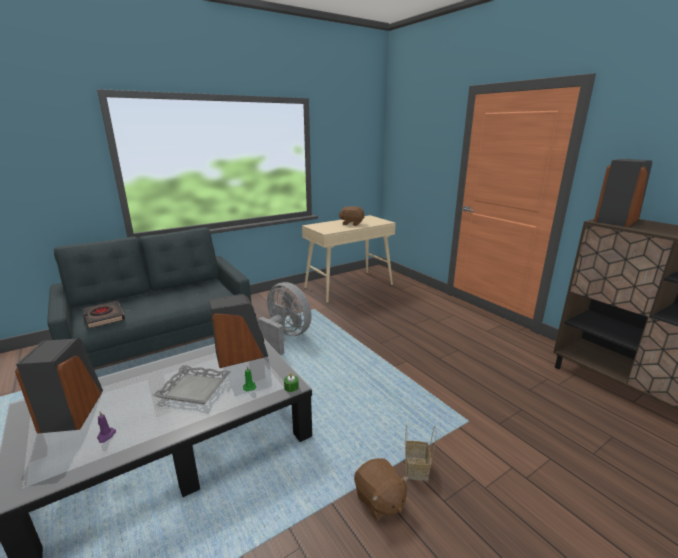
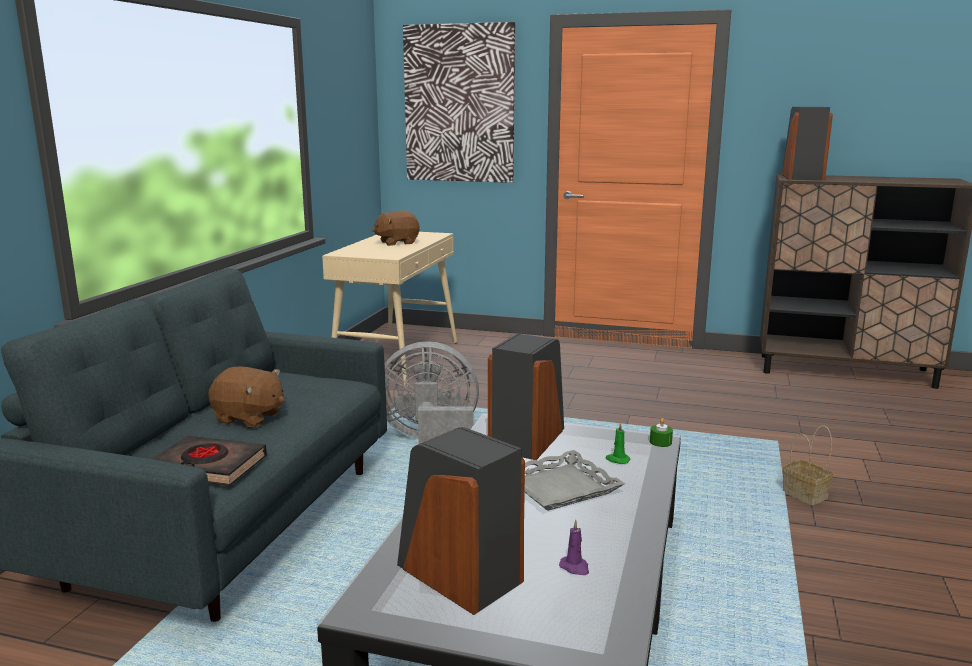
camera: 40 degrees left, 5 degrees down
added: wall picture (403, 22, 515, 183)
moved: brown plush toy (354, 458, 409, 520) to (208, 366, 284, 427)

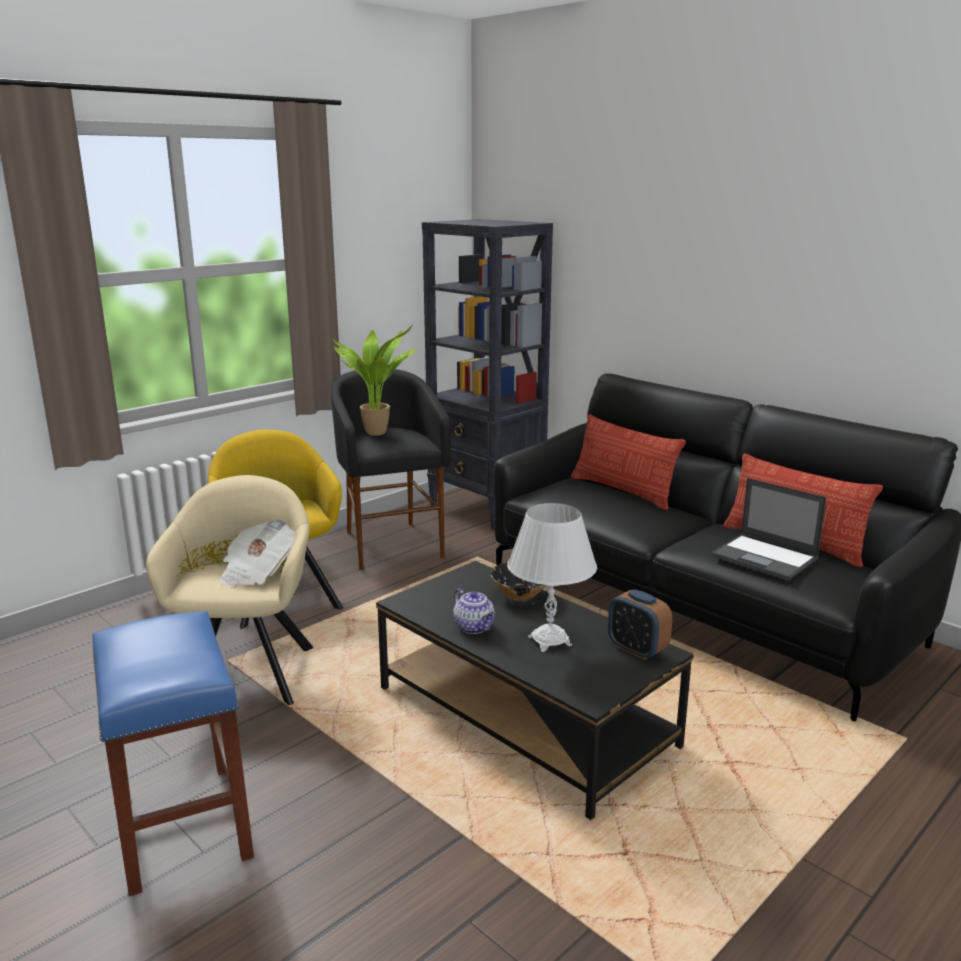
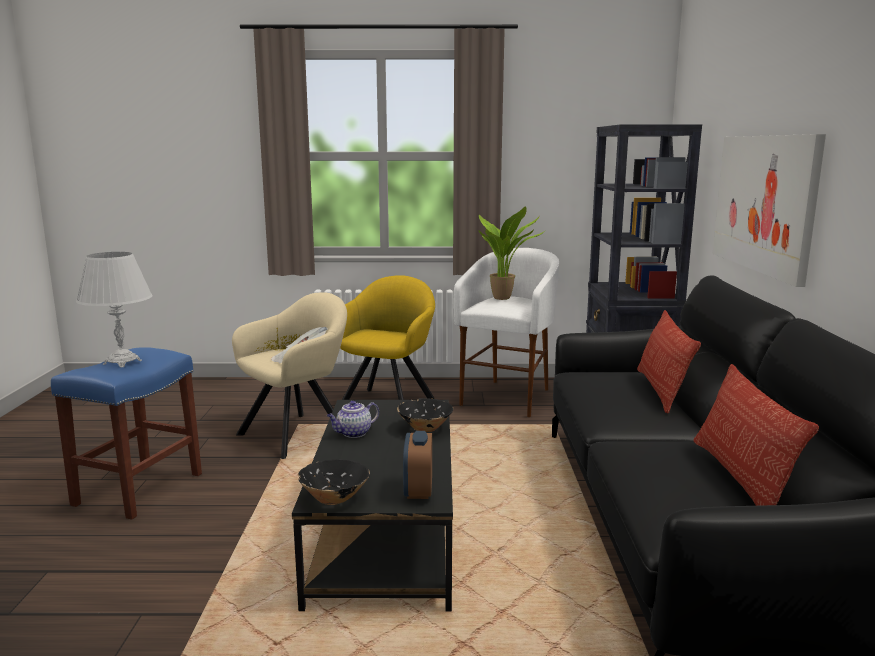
camera: 45 degrees right, 5 degrees down
removed: notebook computer (711, 478, 827, 581)
added: black bowl (298, 459, 370, 505); wall picture (713, 134, 826, 287)
moved: whitish table lamp (507, 503, 597, 652) to (76, 252, 153, 368)
recoloured: black stool (331, 369, 451, 570) to whitish stool (454, 248, 559, 417)
turned: tea pot (453, 589, 495, 634) = (327, 401, 379, 438) 45 degrees clockwise

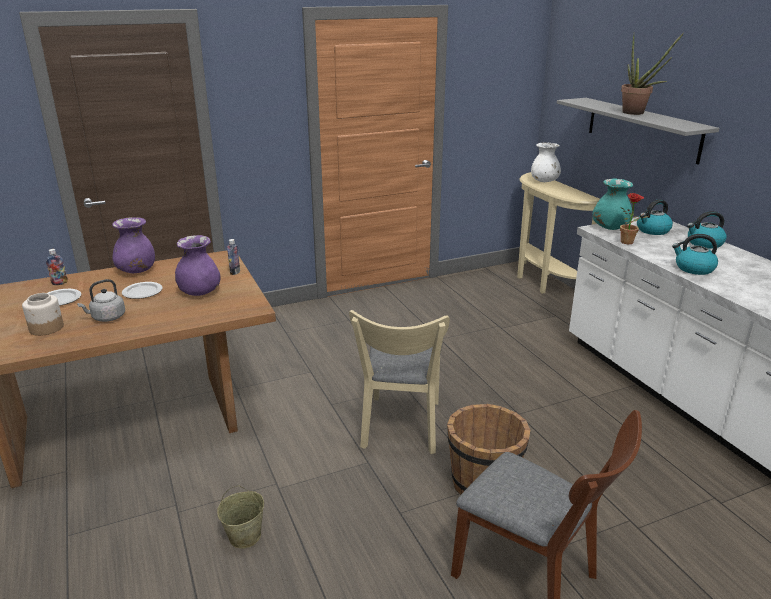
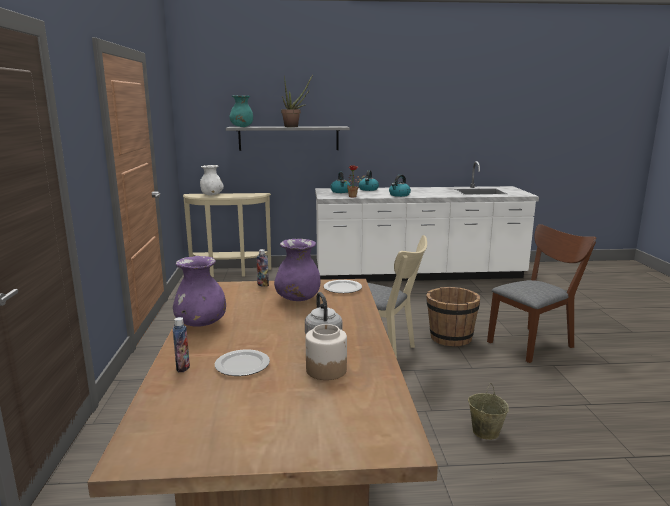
camera: 70 degrees left, 10 degrees down
moved: flat dish (122, 282, 163, 299) to (323, 280, 362, 293); turquoise-coloured vase (592, 179, 633, 230) to (229, 95, 253, 127)

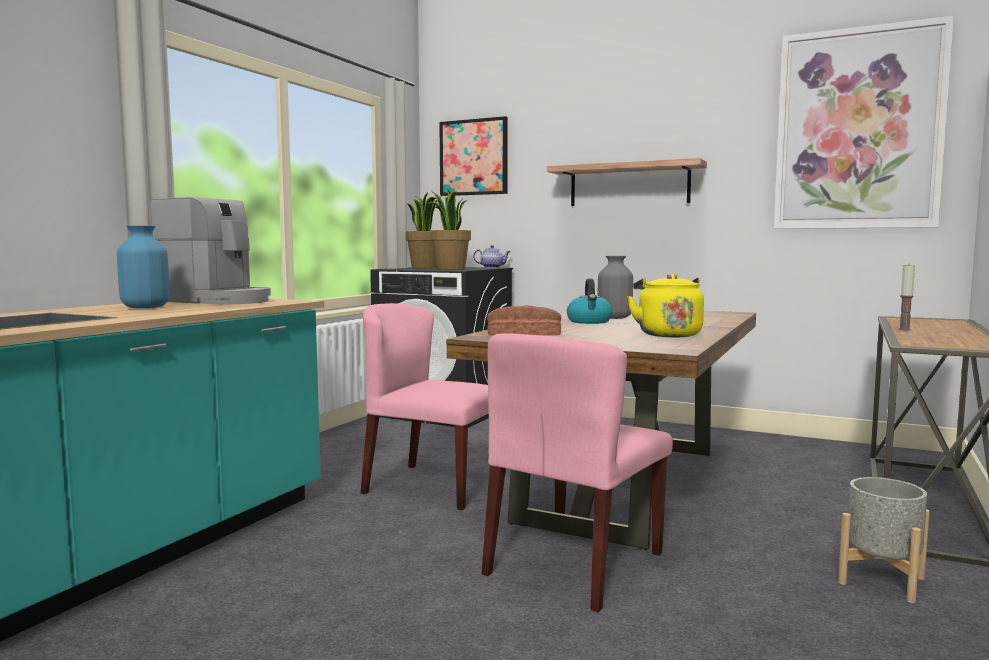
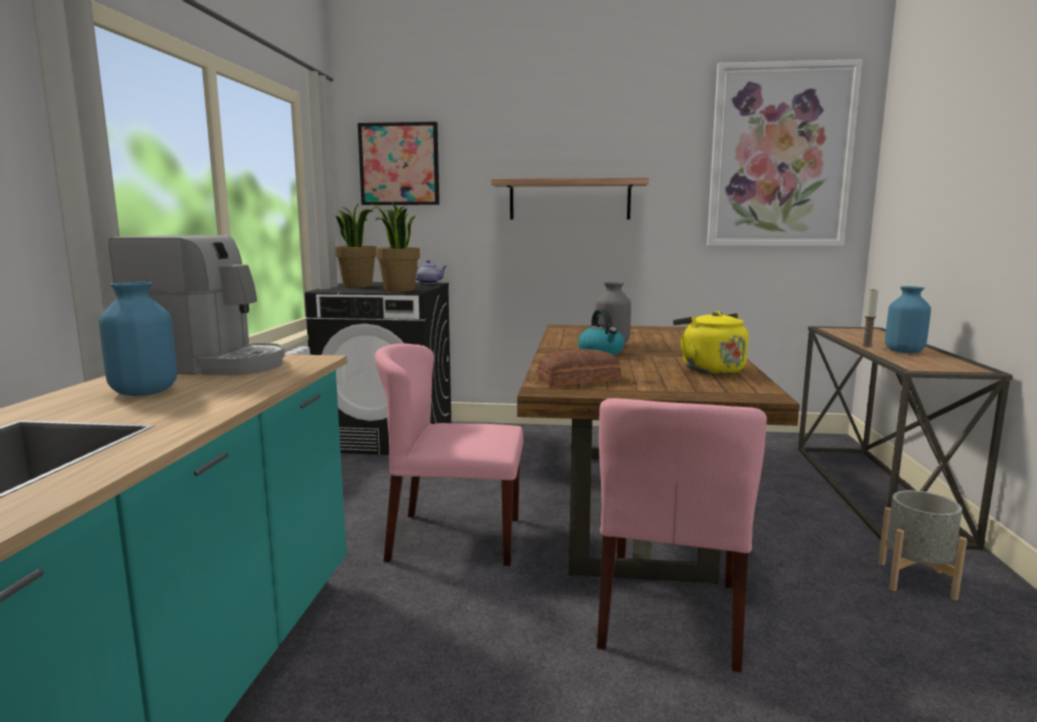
camera: 20 degrees left, 5 degrees up
added: bluish vase (885, 286, 931, 353)

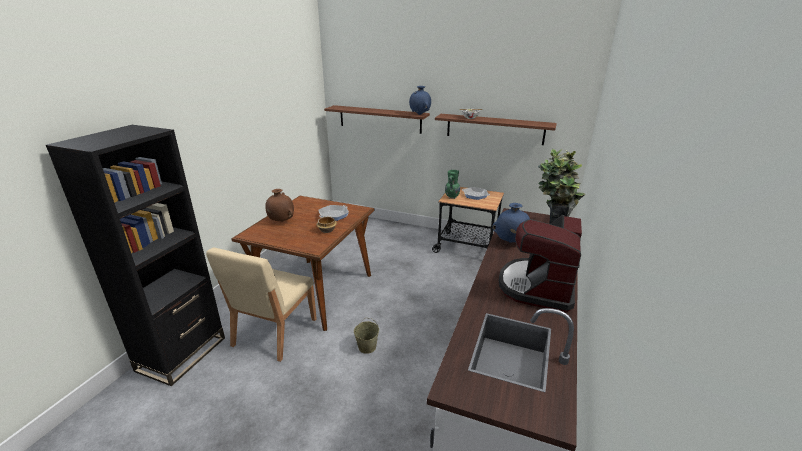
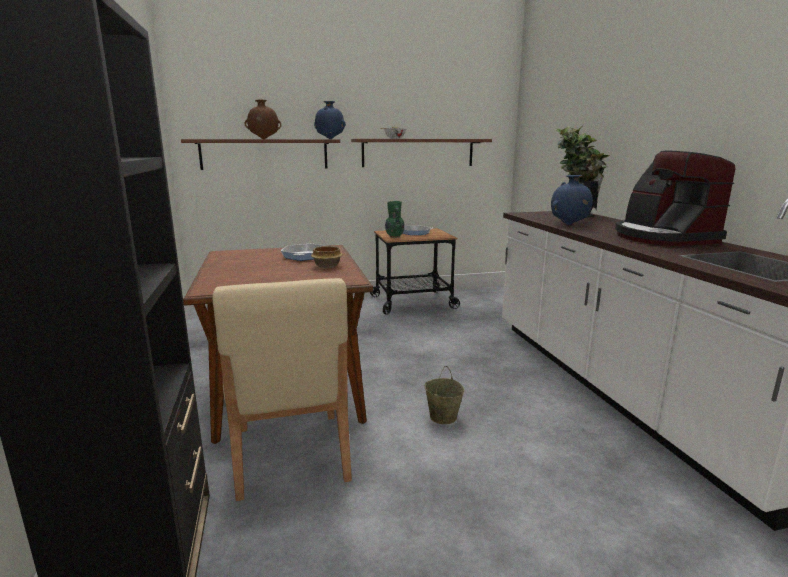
camera: 35 degrees left, 10 degrees down
moved: brown vase (265, 189, 294, 222) to (245, 99, 281, 139)

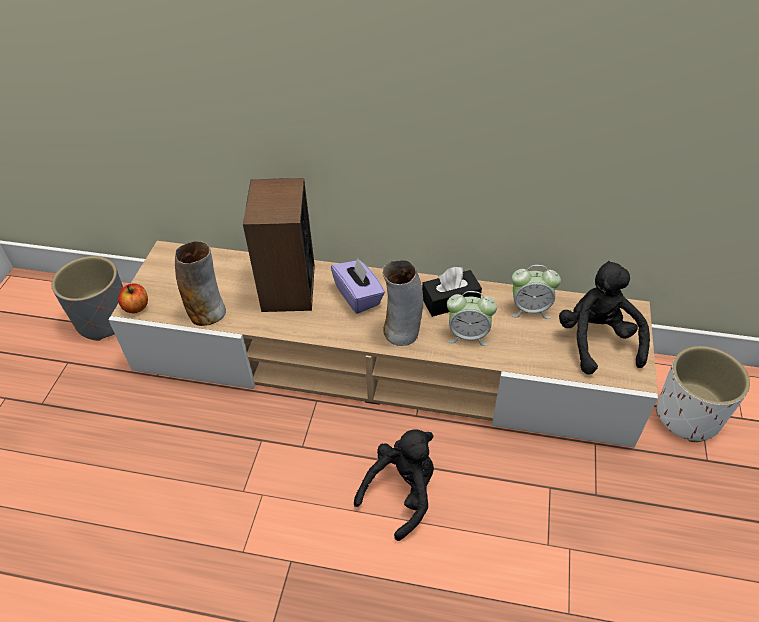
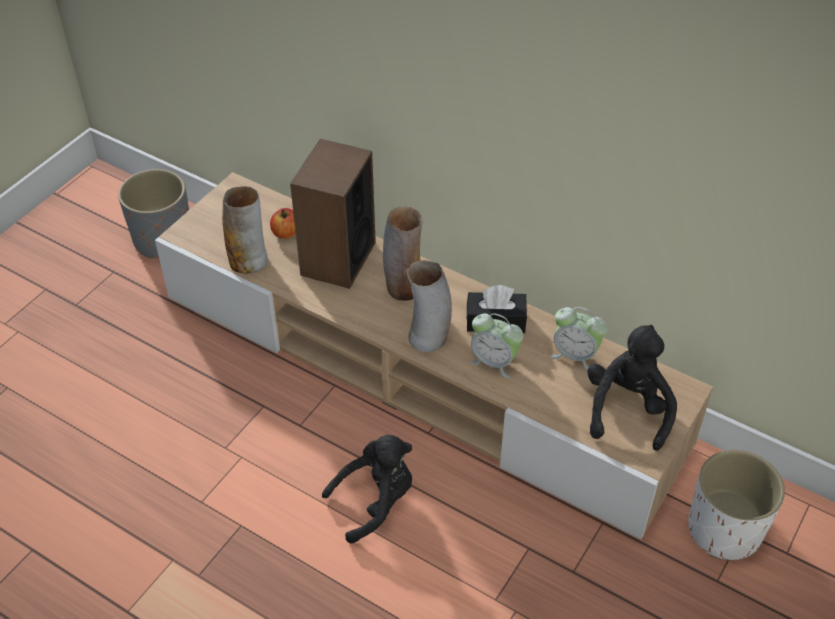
camera: 20 degrees right, 0 degrees up
moved: apple (118, 283, 148, 313) to (270, 208, 296, 239)
replaced: purple-coloured tissue holder (331, 258, 385, 314) to vase (383, 206, 423, 301)

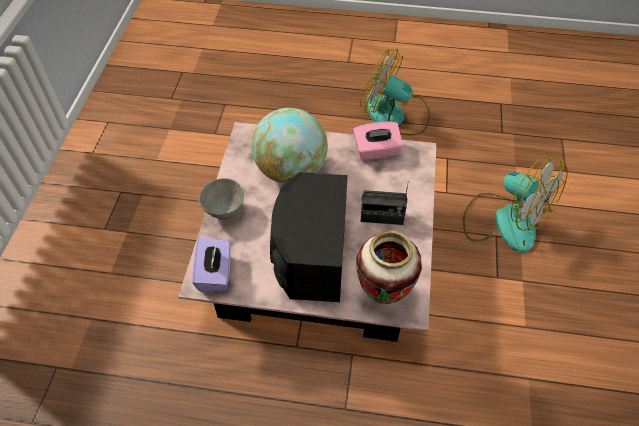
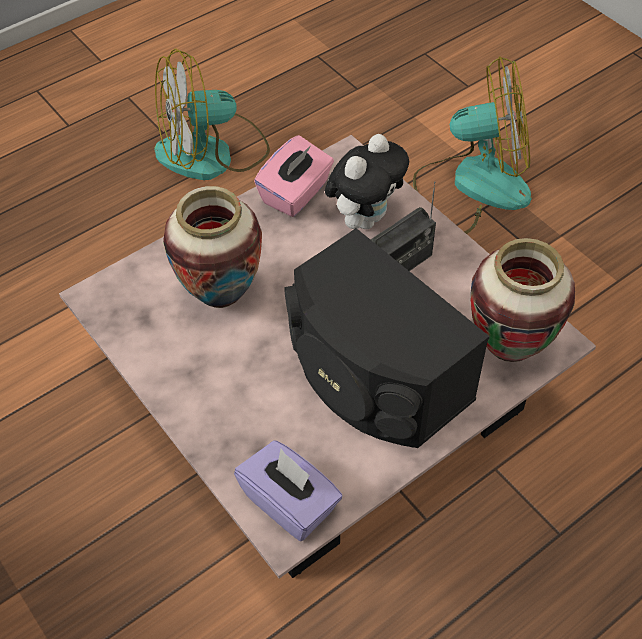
camera: 45 degrees left, 0 degrees up
removed: greyish bowl (199, 178, 244, 220)
added: plush toy (325, 134, 409, 229)
replaced: world globe (251, 108, 328, 183) to vase (163, 186, 262, 308)

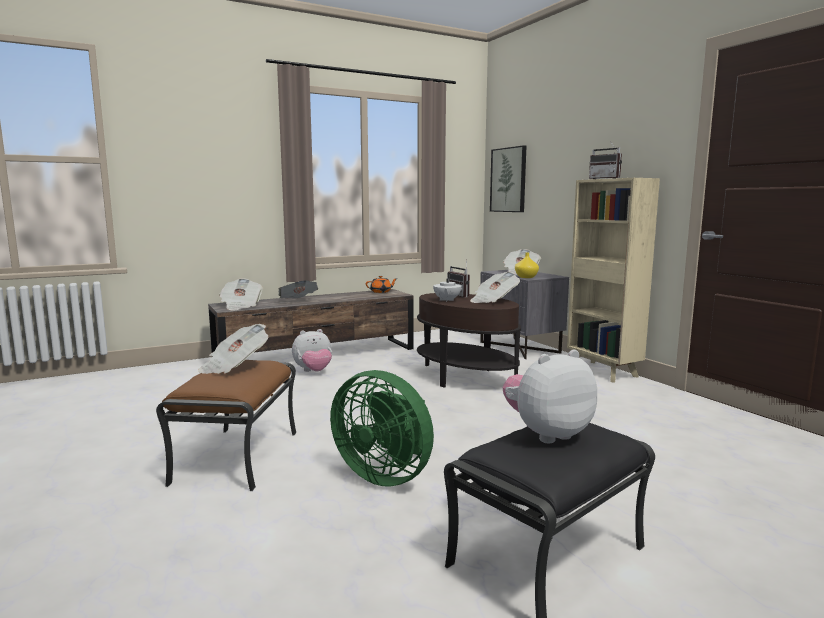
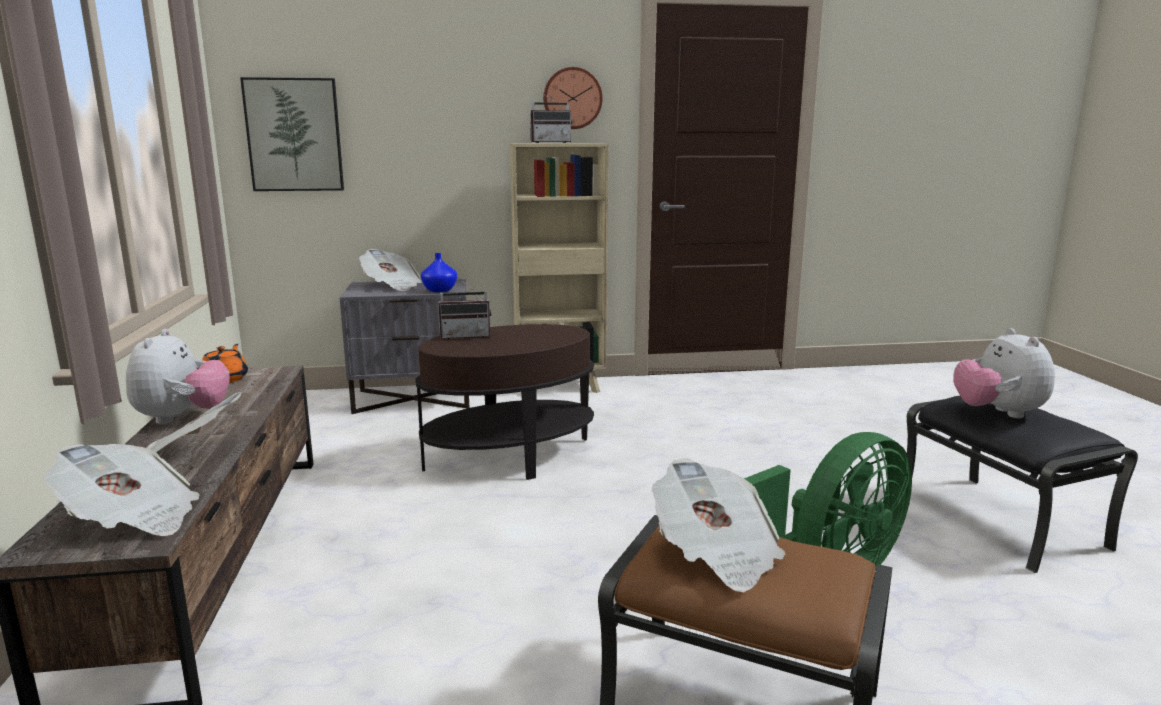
camera: 70 degrees left, 5 degrees up
removed: whitish tea pot (433, 274, 462, 302); daily paper (470, 272, 520, 303)
added: hanging clock (543, 67, 603, 129)
moved: plush toy (292, 329, 332, 372) to (126, 329, 230, 425)
recoloured: yellow-coloured vase (515, 253, 539, 278) to bluish vase (421, 253, 457, 292)

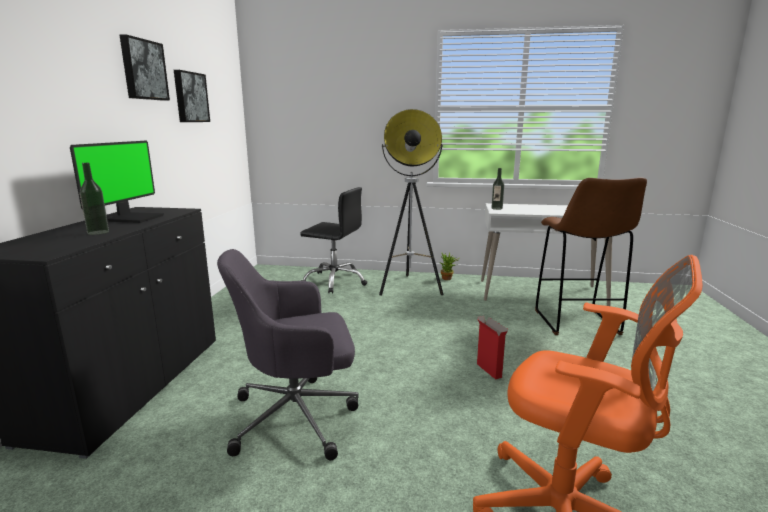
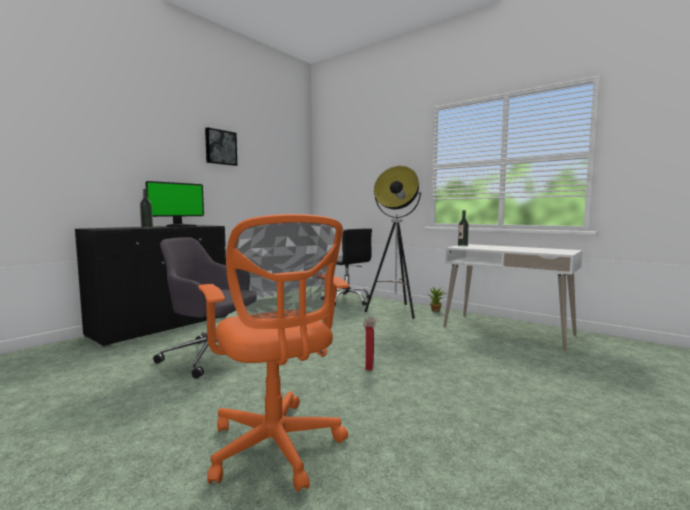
camera: 30 degrees right, 10 degrees down
removed: wall picture (174, 70, 210, 122); brown stool (535, 177, 647, 335)

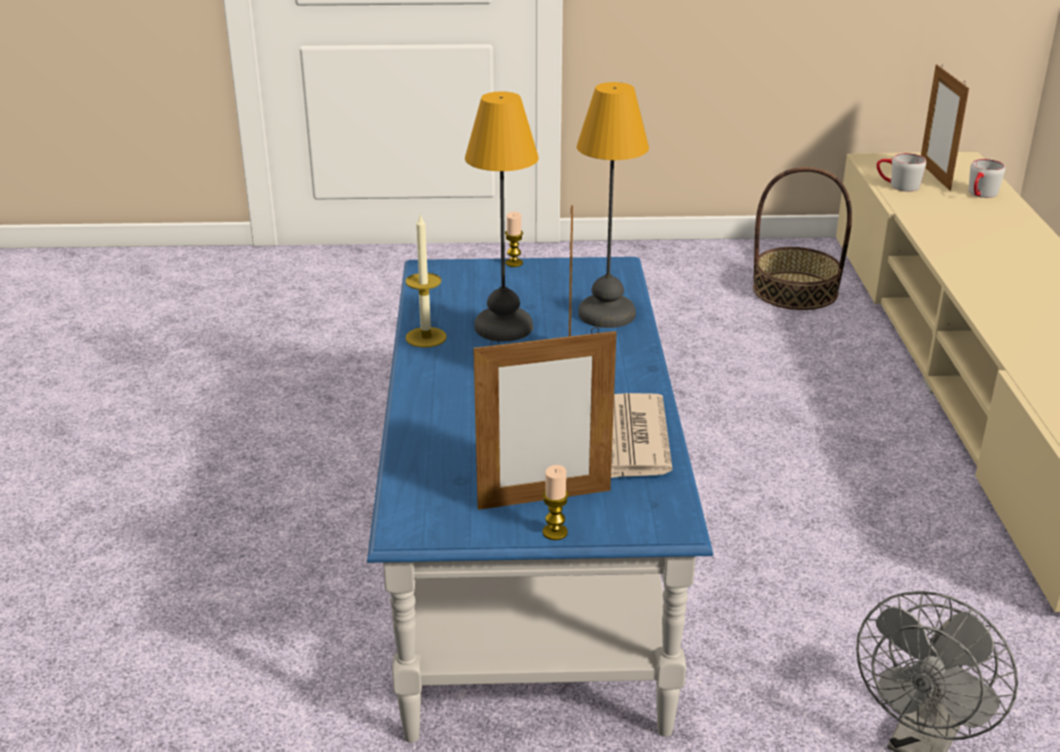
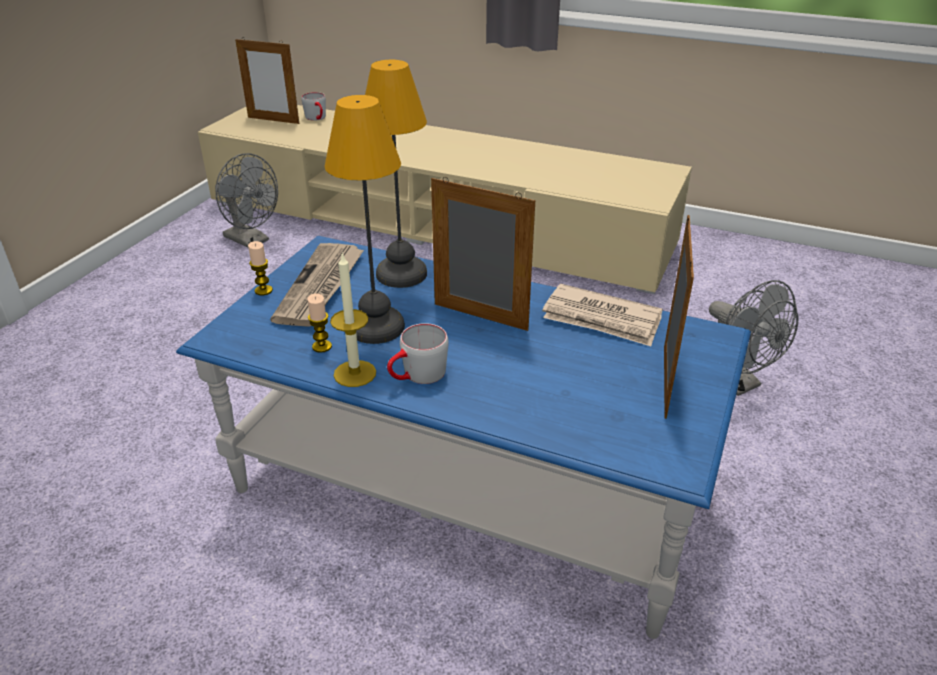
camera: 65 degrees left, 5 degrees up
added: daily paper (270, 243, 364, 327)
moved: wax light (543, 465, 569, 540) to (307, 293, 332, 353); greyish tea mug (876, 153, 926, 192) to (387, 323, 449, 384)
replaced: basket (753, 167, 852, 310) to greyish cooling fan (215, 153, 278, 247)

